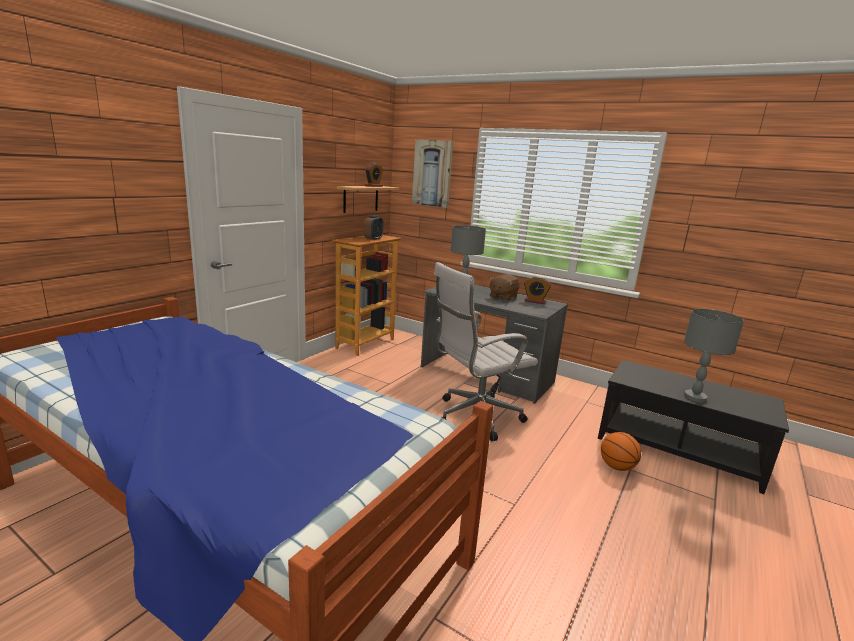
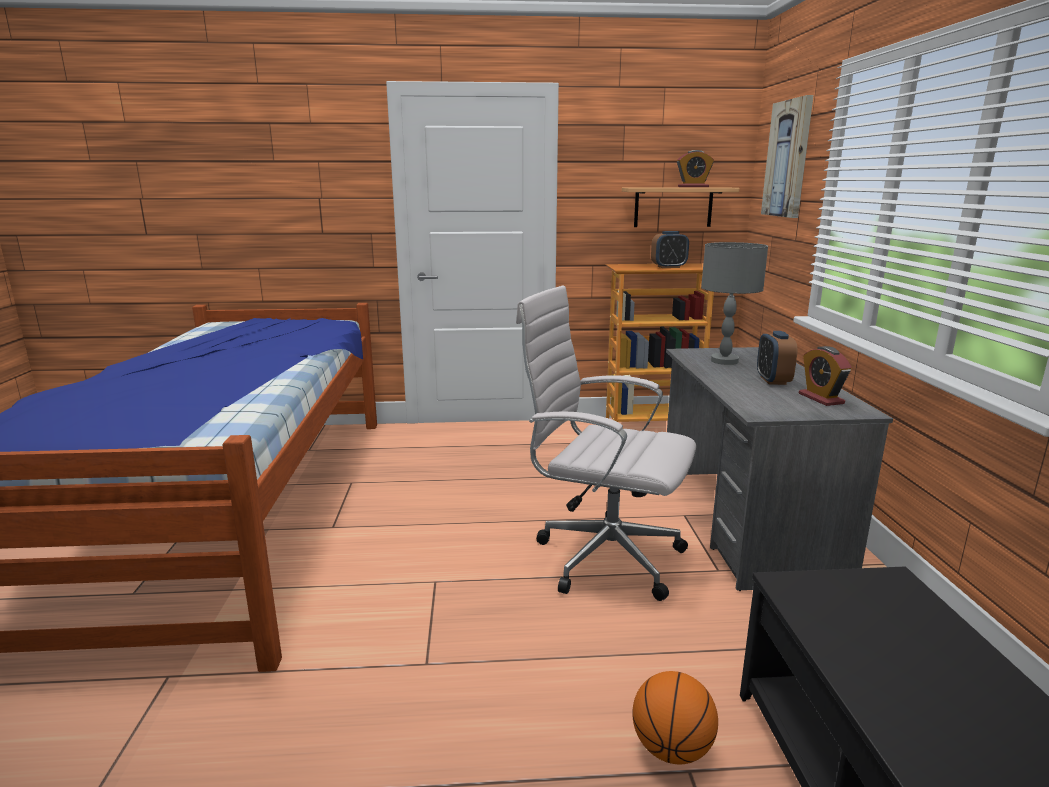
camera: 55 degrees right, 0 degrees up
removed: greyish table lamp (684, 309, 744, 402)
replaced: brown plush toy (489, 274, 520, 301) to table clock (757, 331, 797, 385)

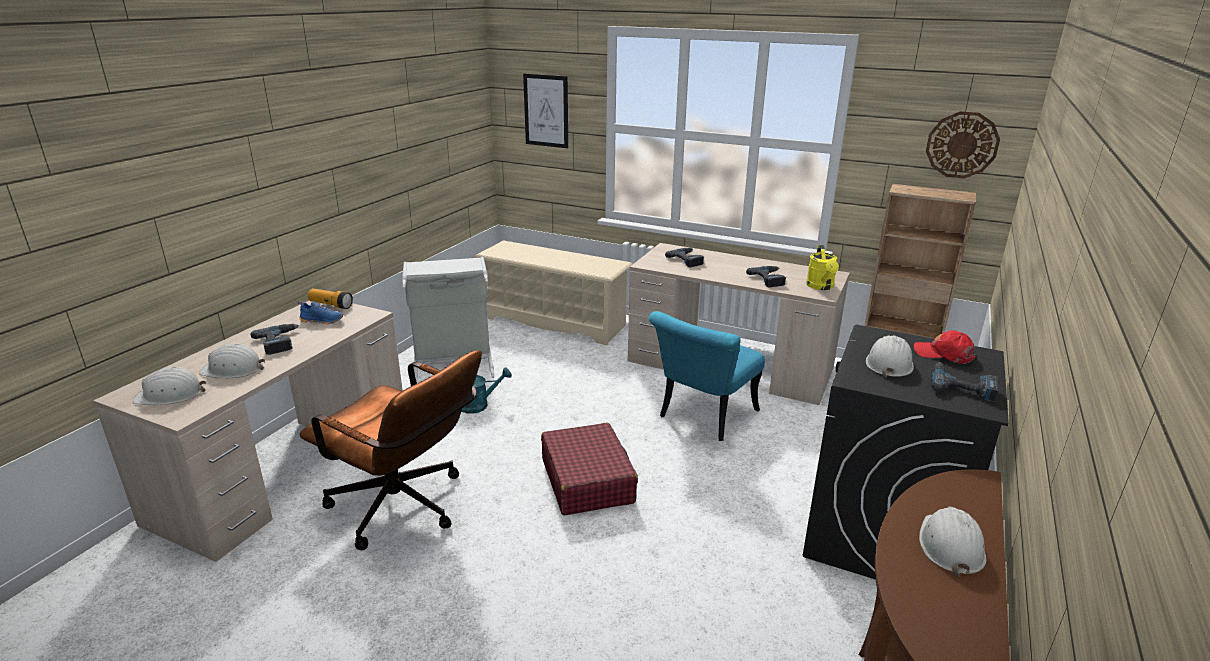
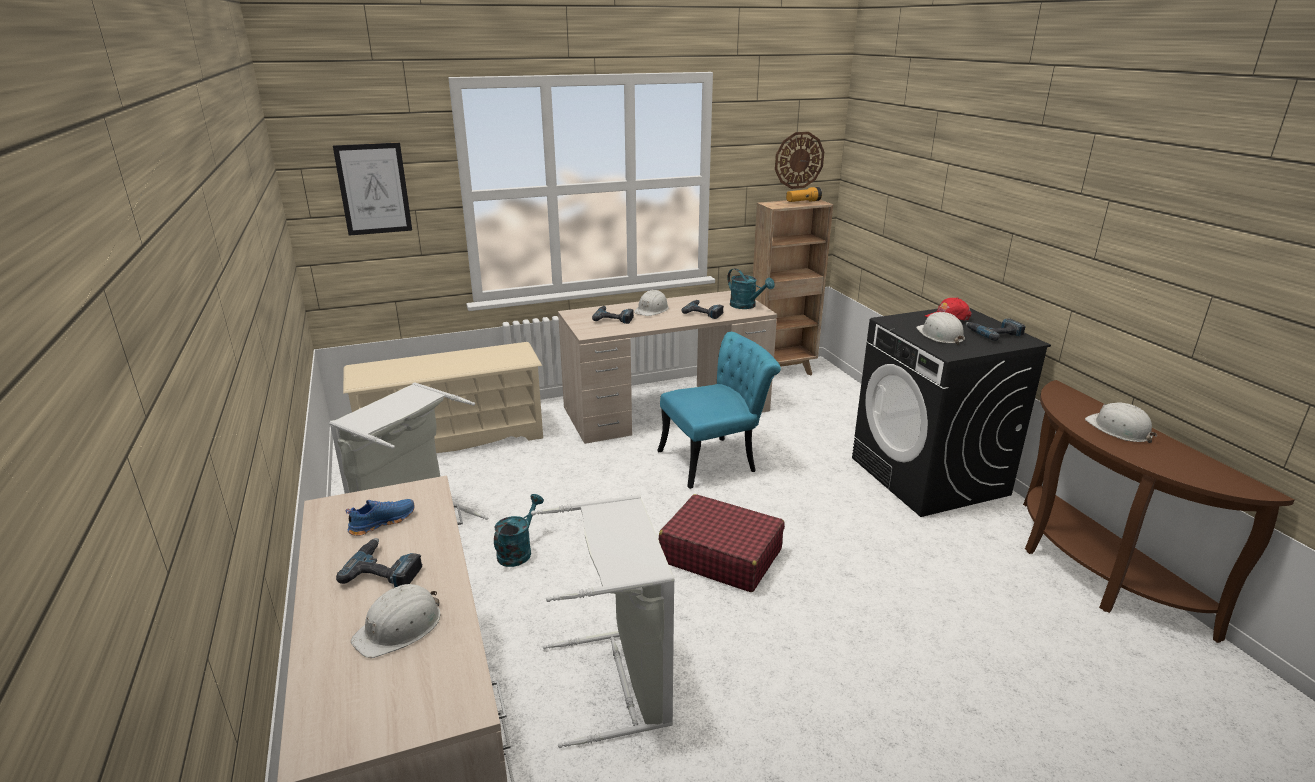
camera: 45 degrees left, 0 degrees up
moved: whitish safety helmet (133, 367, 206, 405) to (634, 290, 669, 316); torch (308, 289, 353, 309) to (786, 187, 822, 202)
replaced: brown computer chair (299, 350, 482, 550) to greyish hamper (531, 495, 674, 748)
recoloured: yellow-coloured watering can (806, 245, 839, 290) to turquoise-coloured watering can (727, 268, 775, 309)
turned: turquoise-coloured chair (649, 311, 765, 441) = (657, 332, 781, 489) 105 degrees counterclockwise

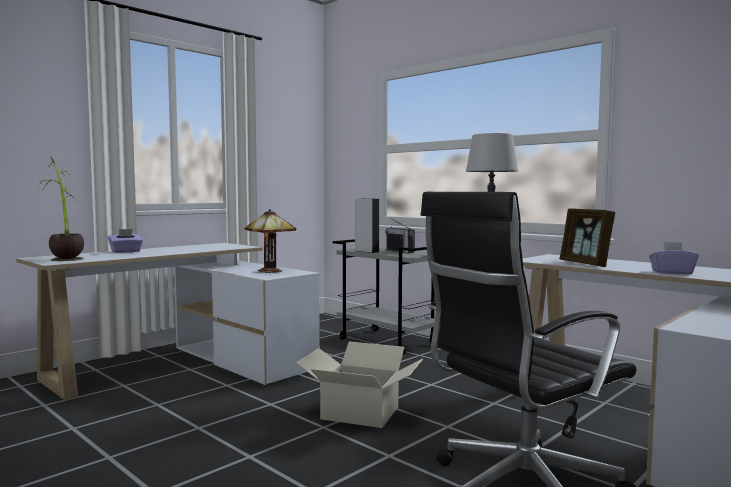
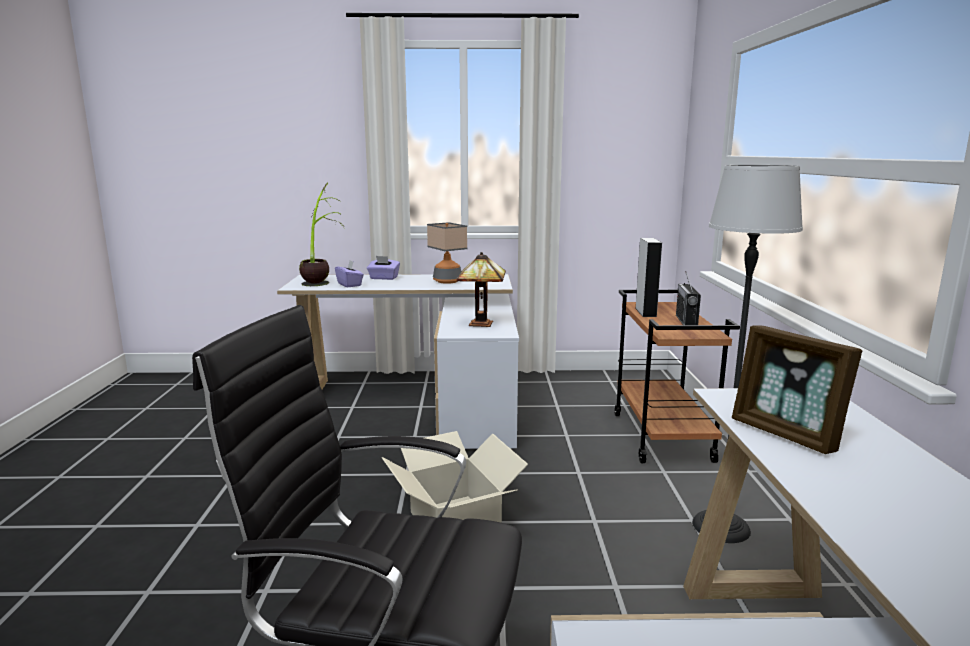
camera: 45 degrees right, 10 degrees up
added: table lamp (427, 222, 467, 284)
moved: purple-coloured tissue holder (649, 242, 699, 274) to (335, 261, 364, 287)
recoloured: greyish wheeled cart (333, 239, 435, 355) to brown wheeled cart (614, 290, 740, 463)
turned: standing frame (560, 208, 615, 267) = (732, 325, 862, 454) 60 degrees counterclockwise

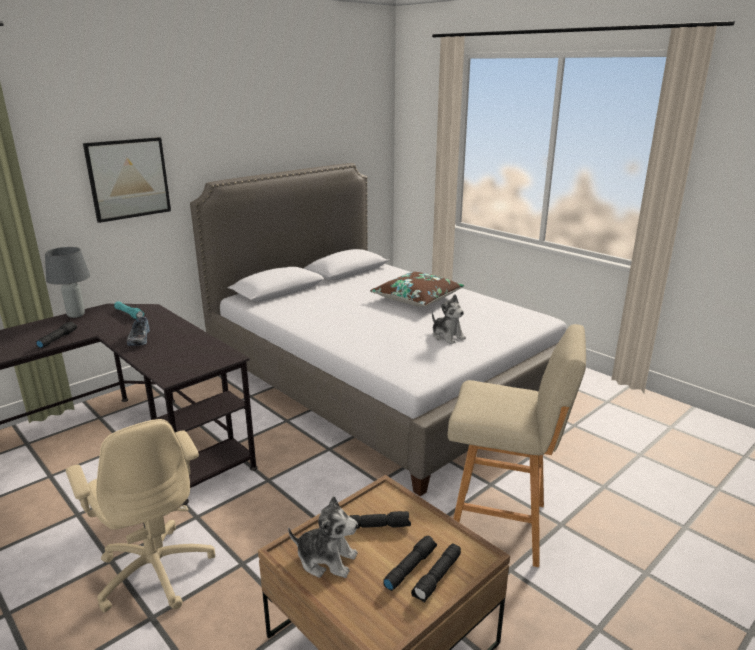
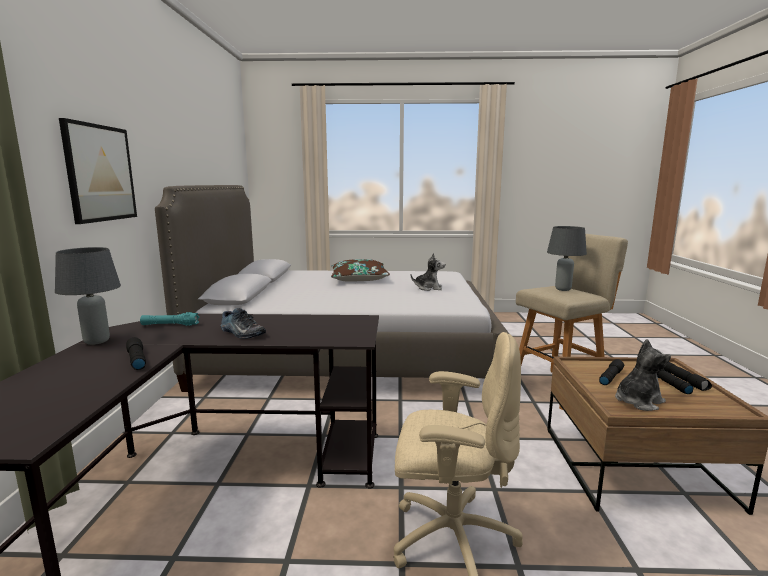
camera: 45 degrees left, 10 degrees down
added: greyish table lamp (547, 226, 587, 291)

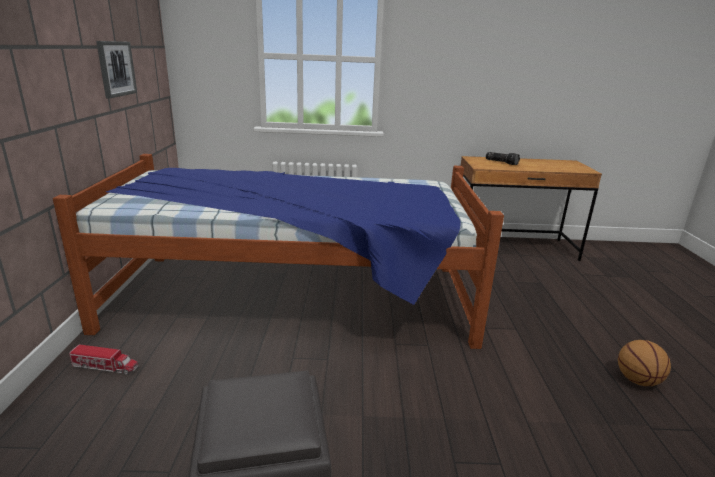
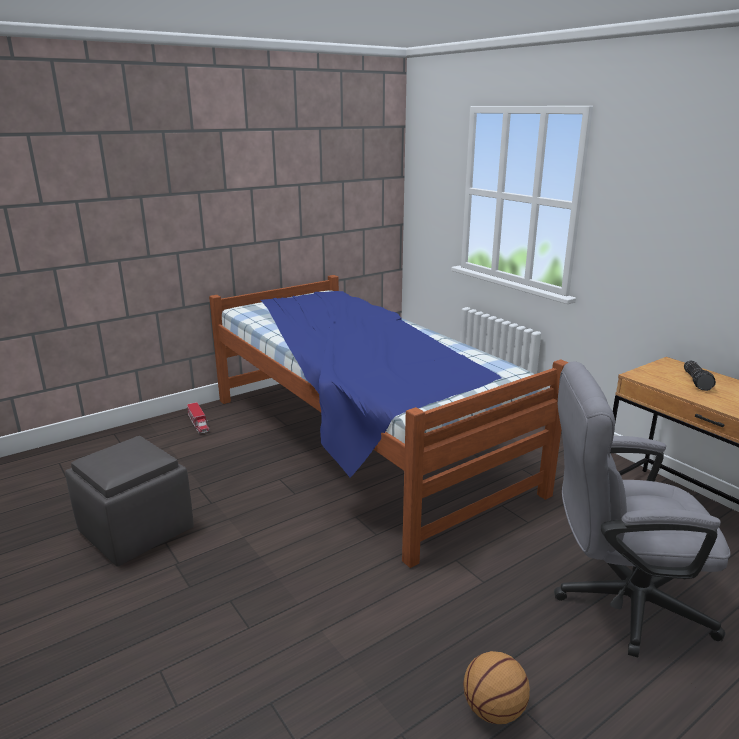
camera: 55 degrees right, 0 degrees up
removed: wall picture (96, 41, 137, 98)
added: greyish computer chair (554, 361, 731, 657)

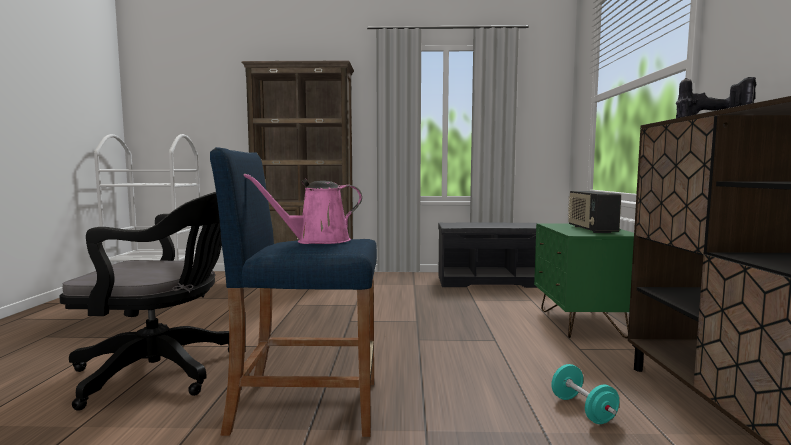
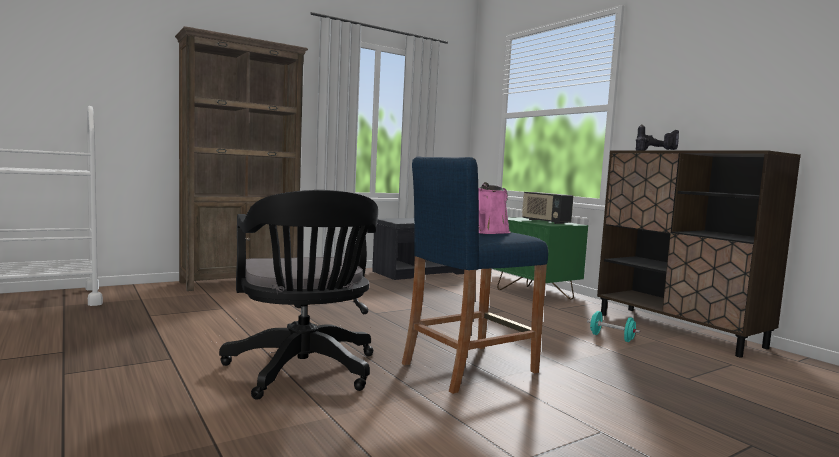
camera: 35 degrees left, 0 degrees up
turned: black computer chair (59, 192, 229, 411) = (219, 190, 378, 400) 105 degrees clockwise

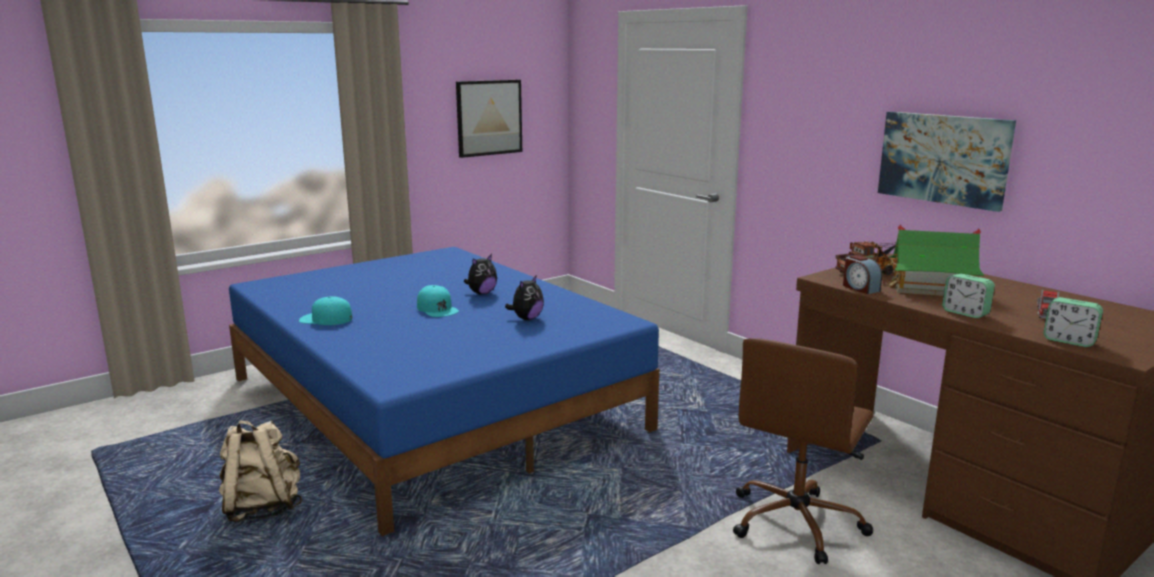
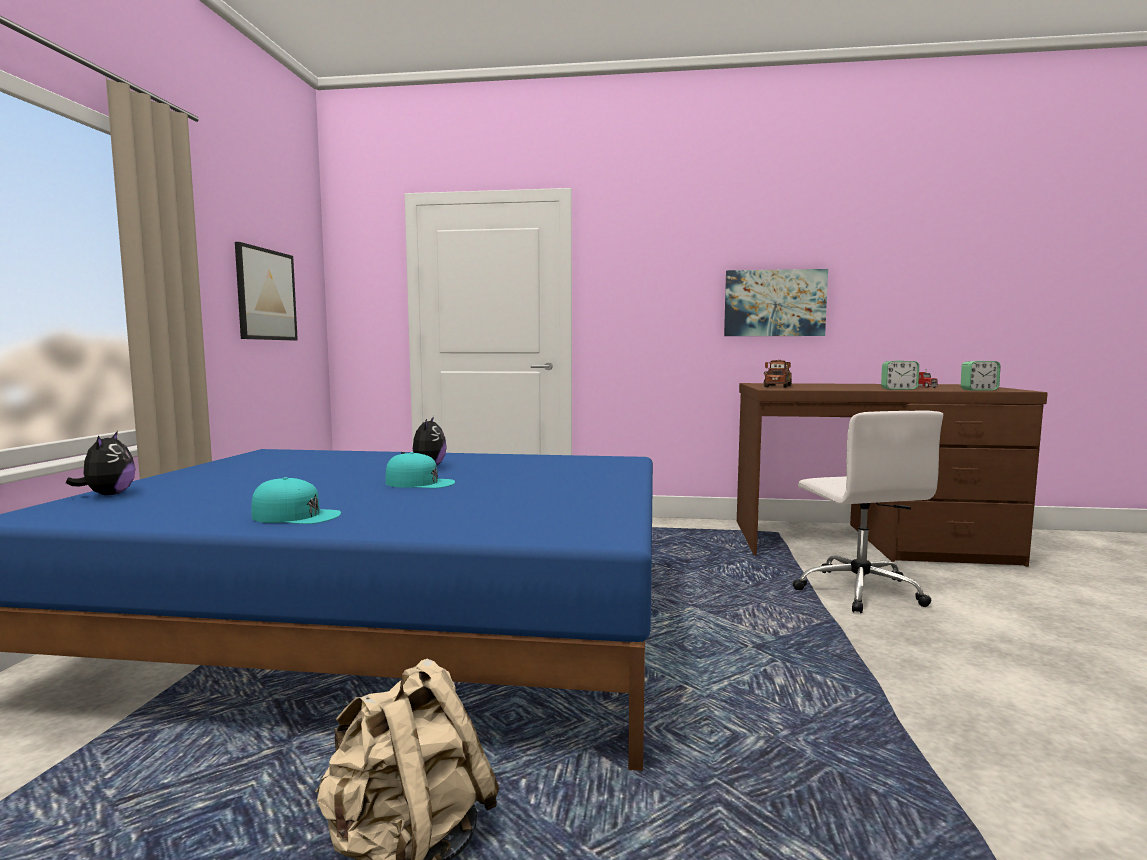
camera: 45 degrees left, 10 degrees down
removed: table clock (843, 255, 882, 294); model house (888, 225, 984, 296)
moved: plush toy (505, 276, 544, 320) to (66, 431, 135, 495)
recoloured: brown computer chair (733, 338, 873, 564) to whitish computer chair (792, 411, 943, 613)
turned: turquoise-coloured baseball cap (299, 296, 352, 325) = (251, 477, 341, 524) 135 degrees counterclockwise

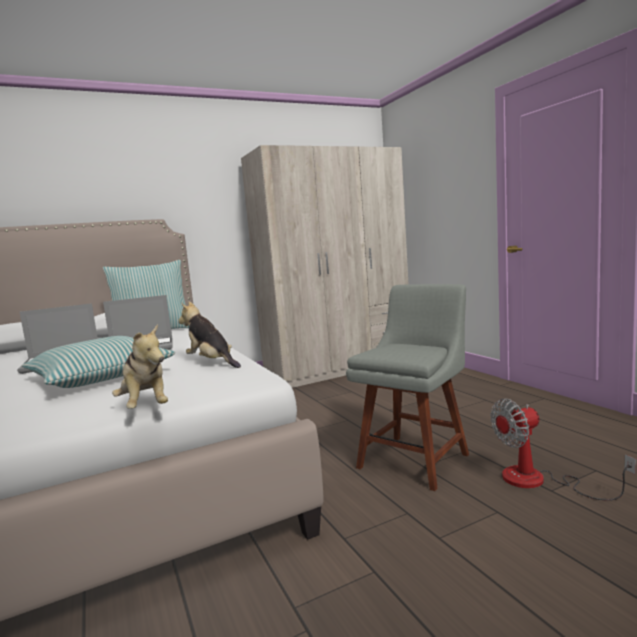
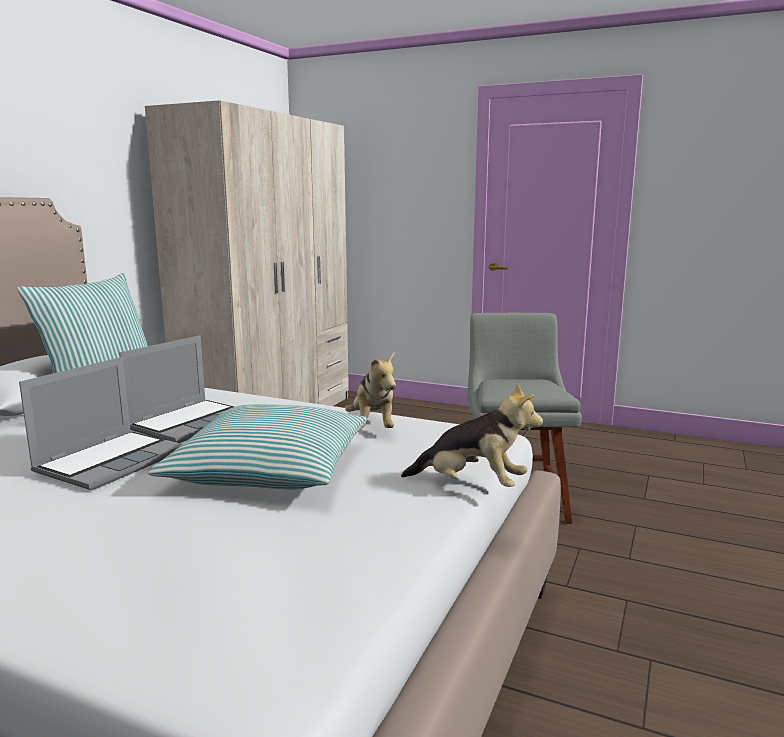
camera: 40 degrees left, 5 degrees up
removed: cooling fan (490, 399, 636, 501)
turned: plush toy (178, 302, 241, 368) = (345, 353, 396, 428) 105 degrees counterclockwise

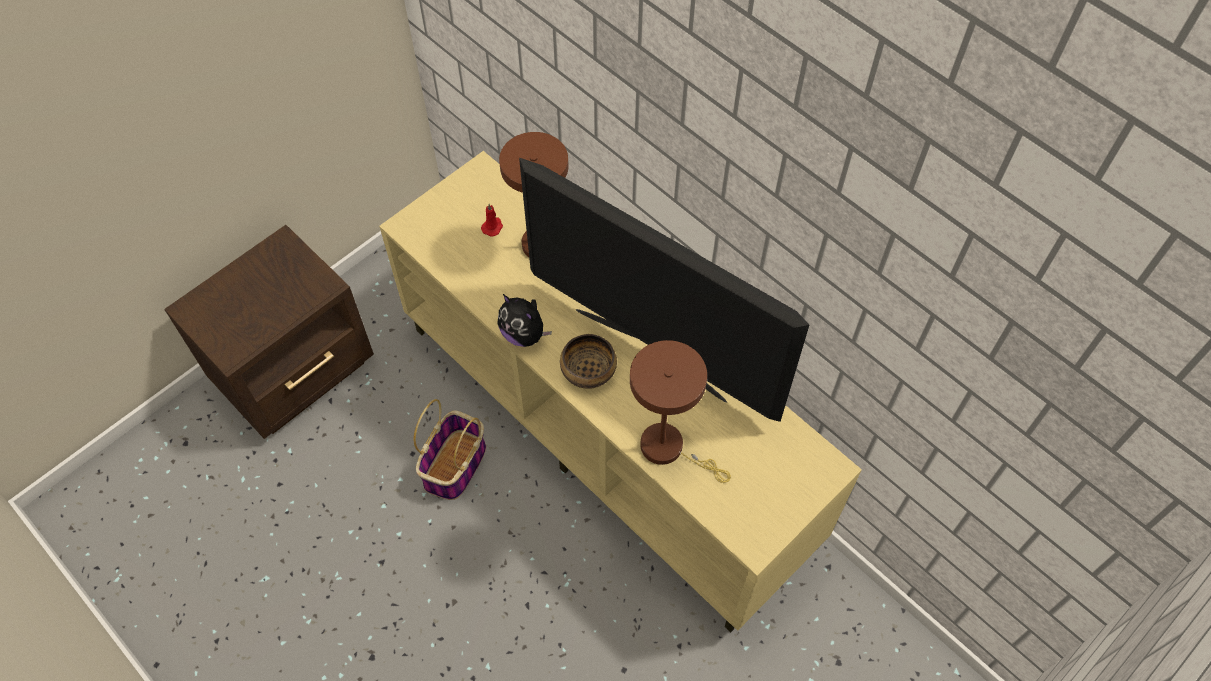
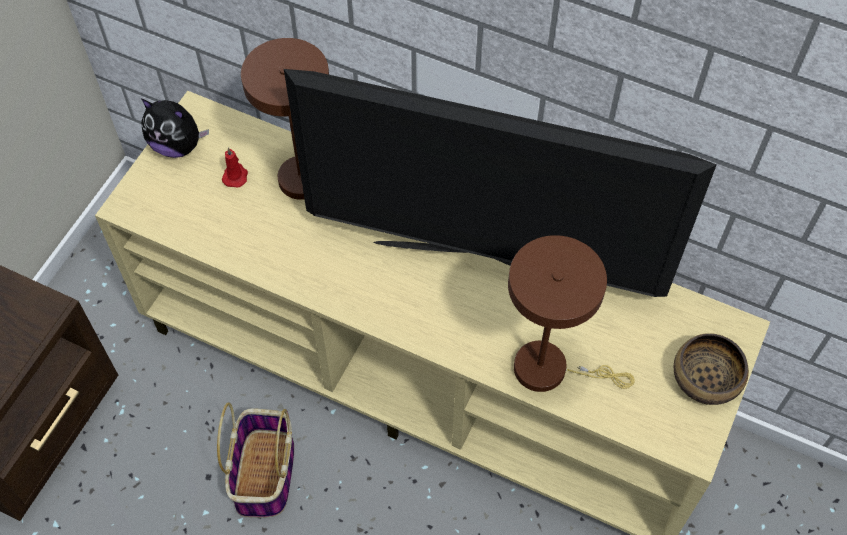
camera: 20 degrees left, 0 degrees up
moved: plush toy (497, 294, 552, 347) to (141, 99, 209, 158); bowl (560, 334, 617, 389) to (674, 333, 749, 405)

